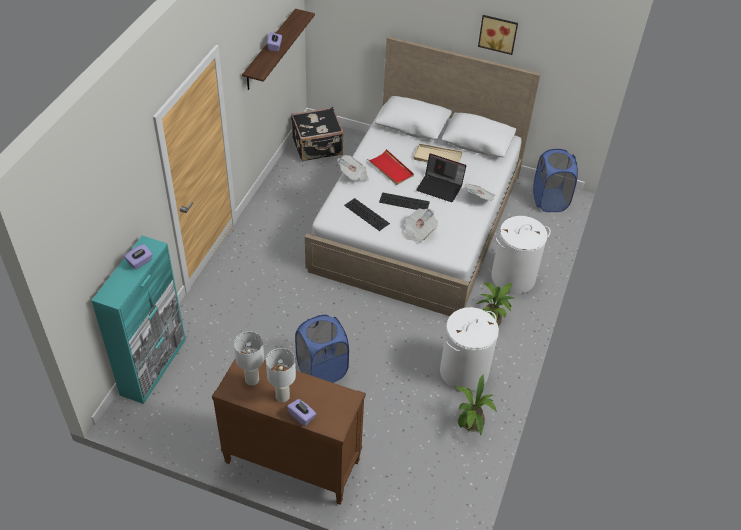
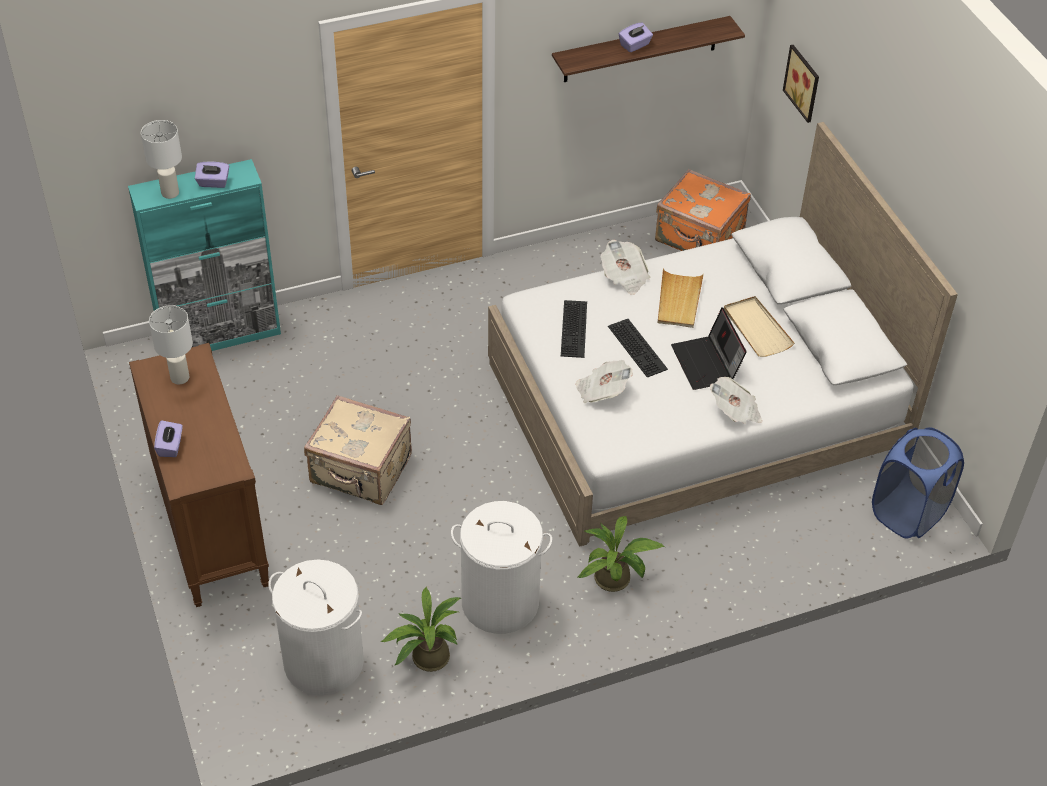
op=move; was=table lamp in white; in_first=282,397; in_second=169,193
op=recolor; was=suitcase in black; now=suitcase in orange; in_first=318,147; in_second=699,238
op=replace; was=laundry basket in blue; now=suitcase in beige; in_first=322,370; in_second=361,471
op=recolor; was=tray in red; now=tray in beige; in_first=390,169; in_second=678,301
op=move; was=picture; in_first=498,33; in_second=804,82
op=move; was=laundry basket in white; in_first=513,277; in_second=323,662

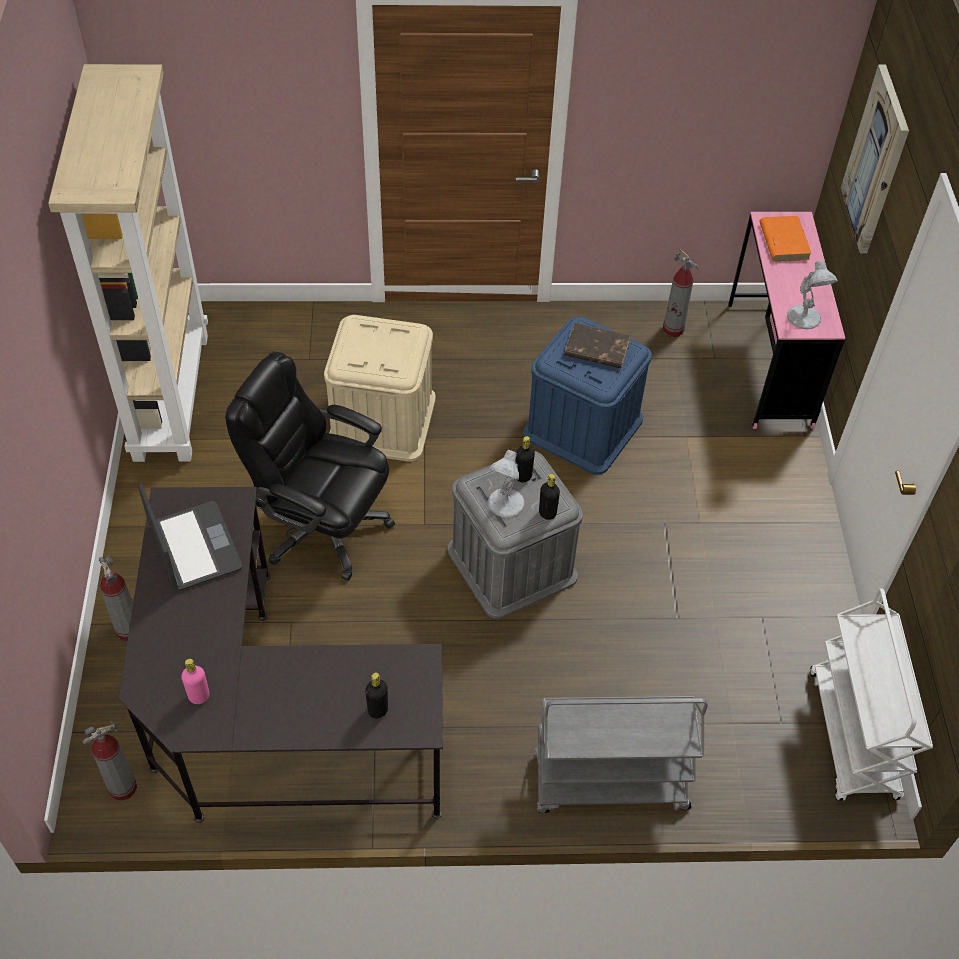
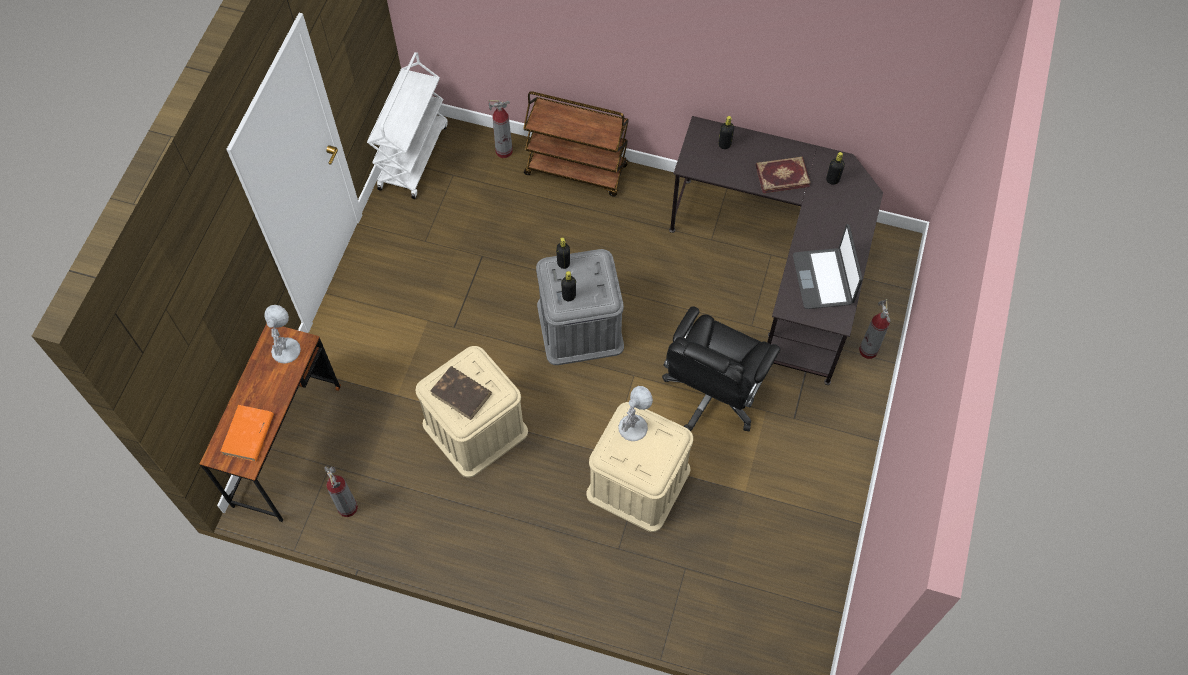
op=delete; was=bookcase in beige; in_first=170,395
op=move; was=fire extinguisher; in_first=122,788; in_second=504,151
op=recolor; was=bottle in pink; now=bottle in black; in_first=199,696; in_second=832,180
op=rotate; was=office chair in black; in_first=322,526; in_second=712,395; clockwise=75
op=move; was=table lamp in white; in_first=505,504; in_second=634,426
op=recolor; was=storage box in blue; now=storage box in beige; in_first=583,426; in_second=475,428
op=recolor; was=cart in grey; now=cart in brown; in_first=609,783; in_second=577,170
op=recolor; was=desk in pink; now=desk in brown; in_first=769,364; in_second=287,445
op=delete; was=picture; in_first=876,161
op=insert; now=book; in_second=782,175

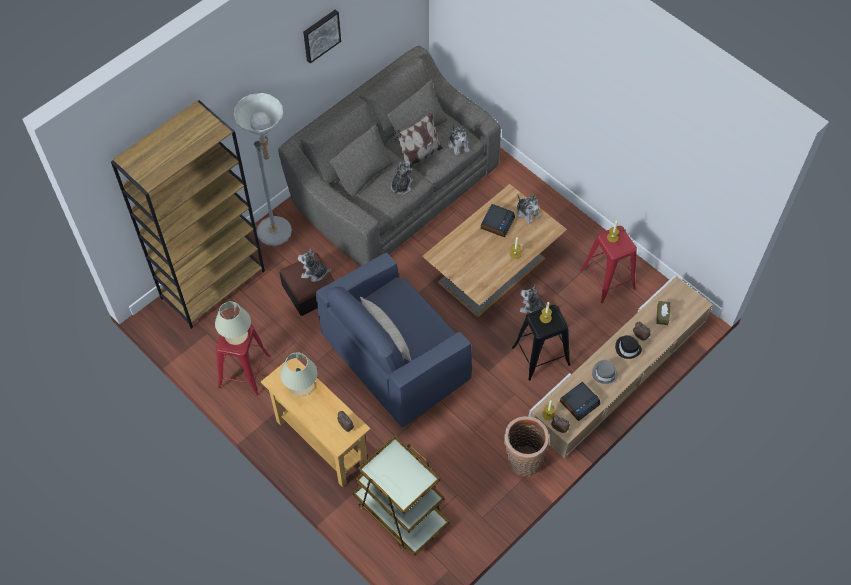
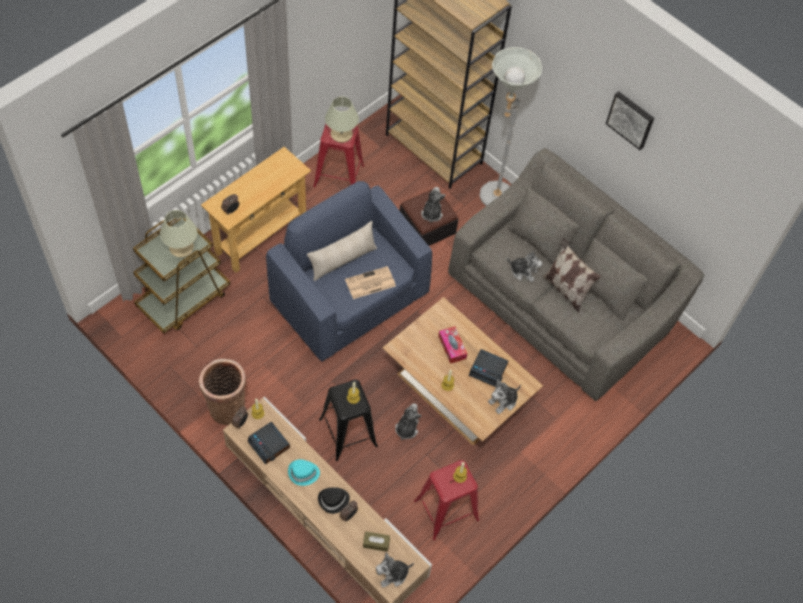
op=move; was=table lamp in beige; in_first=301,386; in_second=181,248
op=move; was=plush toy; in_first=458,145; in_second=392,574
op=recolor; was=hat in grey; now=hat in turquoise; in_first=604,373; in_second=303,473
op=insert; now=newspaper; in_second=369,283
op=insert; now=tissue box; in_second=452,347

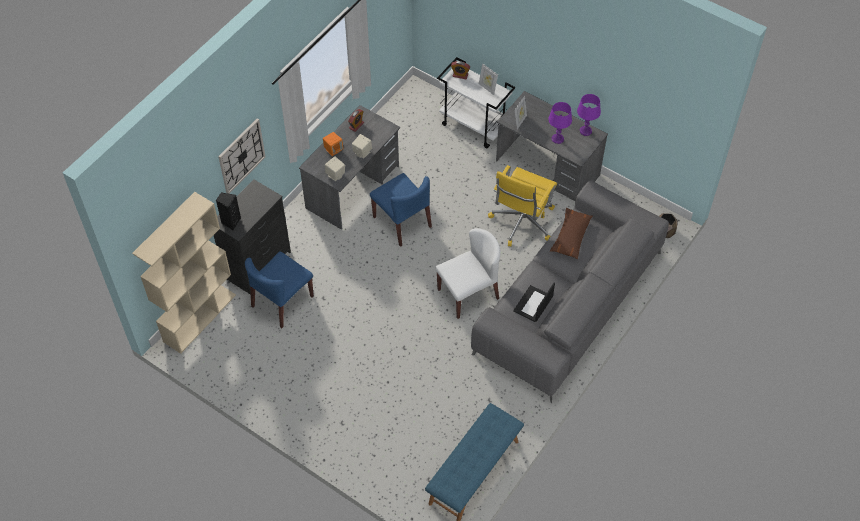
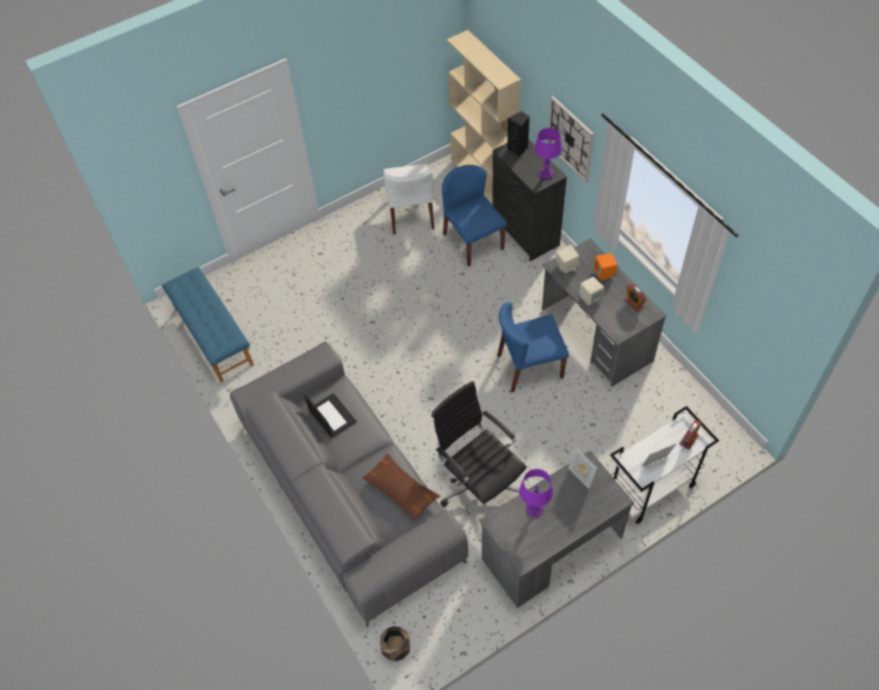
op=move; was=chair in white; in_first=468,293; in_second=411,214
op=recolor; was=office chair in yellow; now=office chair in black; in_first=521,222; in_second=479,485
op=move; was=table lamp in purple; in_first=585,131; in_second=546,174

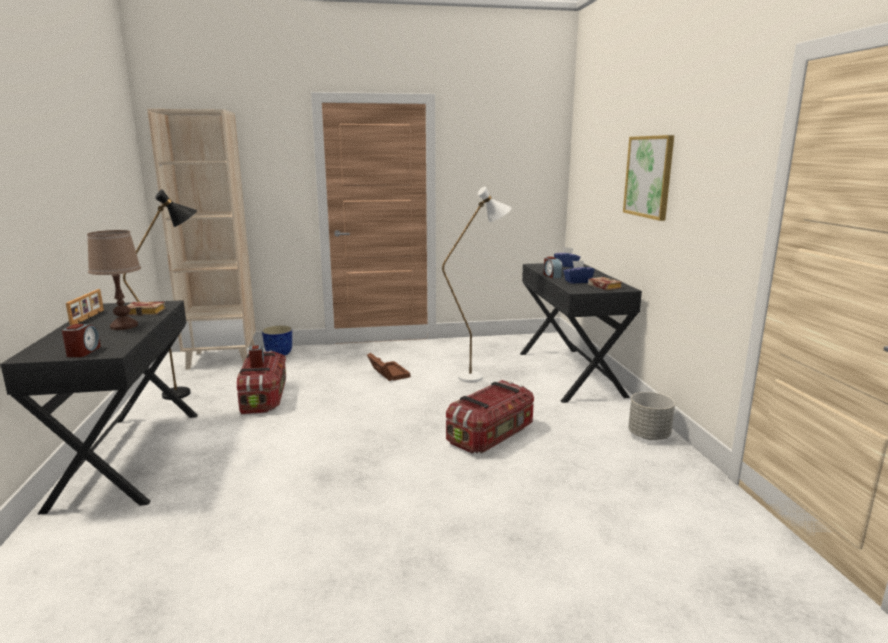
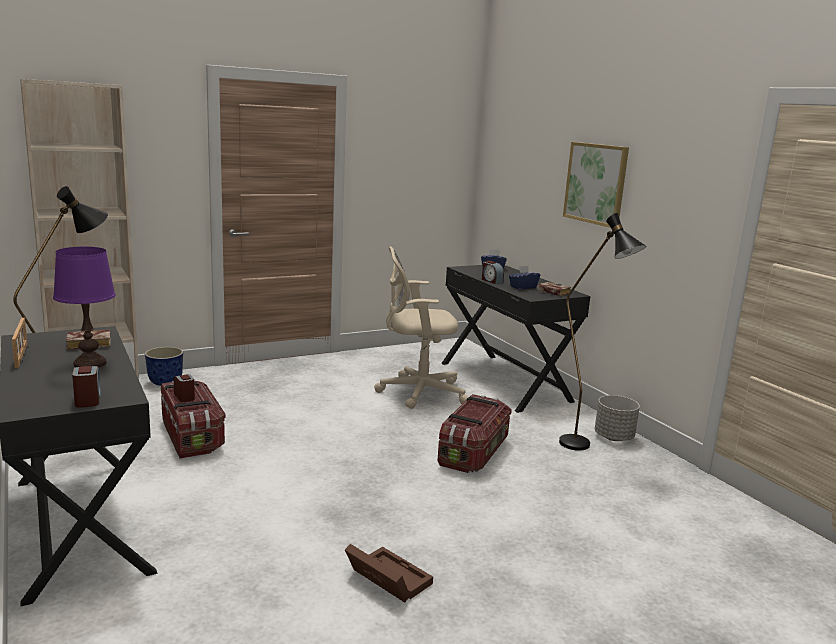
op=recolor; was=table lamp in brown; now=table lamp in purple; in_first=124,326; in_second=90,364
op=move; was=storage box in brown; in_first=387,373; in_second=386,579
op=replace; was=floor lamp in white; now=office chair in beige; in_first=479,377; in_second=417,392
op=insert; now=floor lamp in black; in_second=583,448

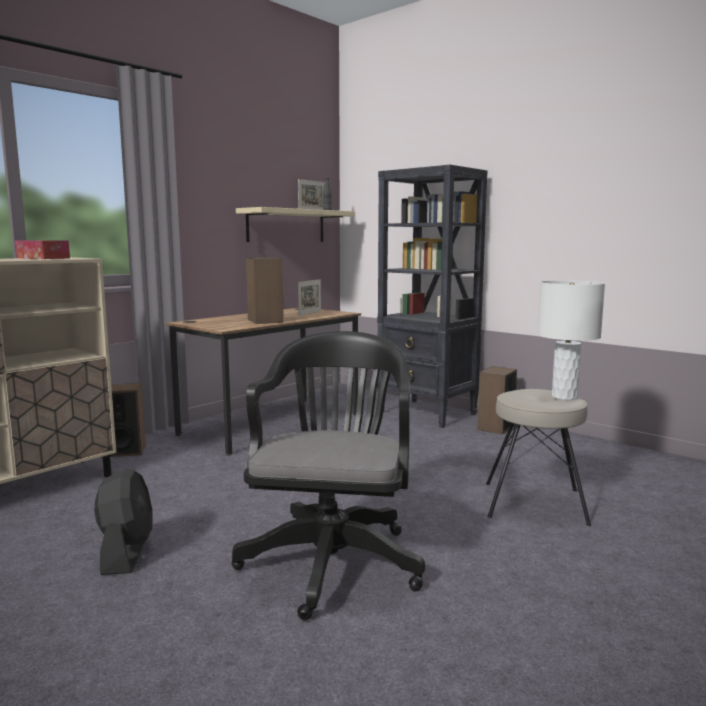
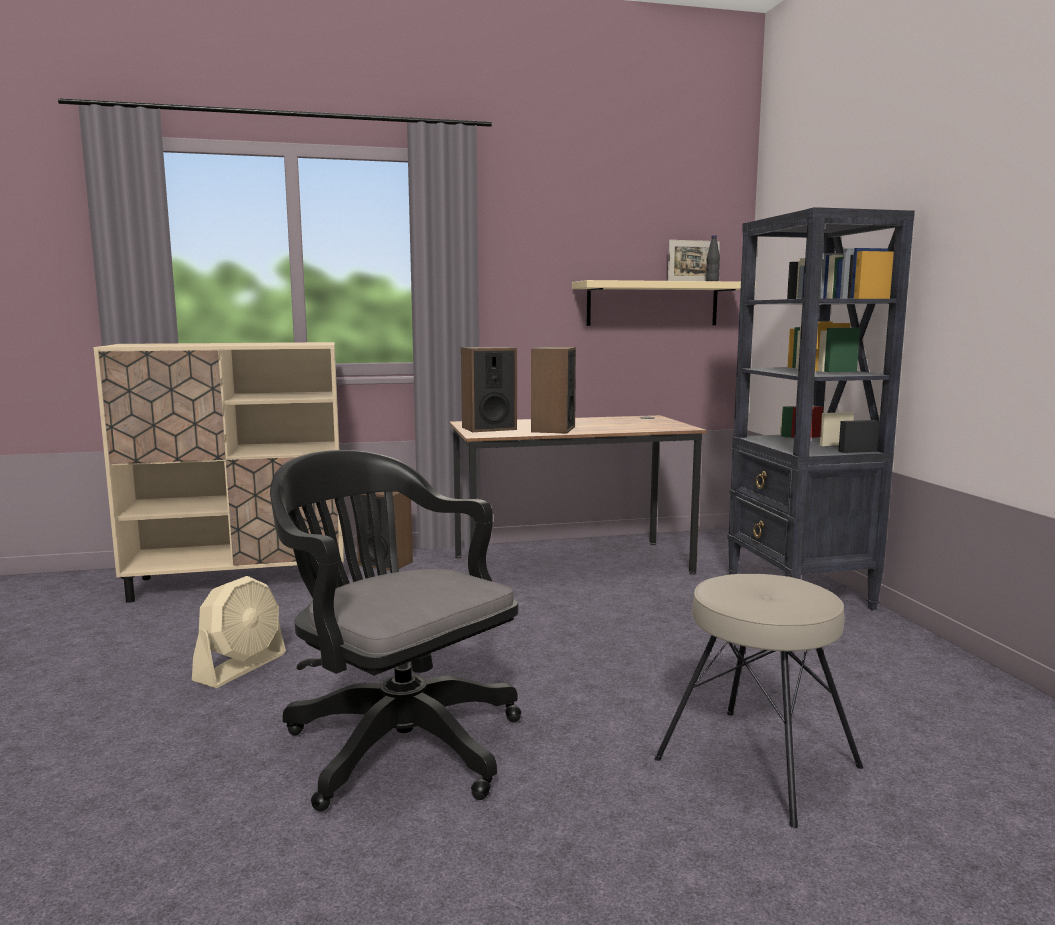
op=delete; was=tissue box; in_first=43,258
op=recolor; was=fan in black; now=fan in beige; in_first=126,552; in_second=241,667
op=rotate; was=office chair in black; in_first=333,558; in_second=396,741; clockwise=-90
op=delete; was=picture frame; in_first=310,313
op=move; was=speaker; in_first=495,427; in_second=488,428
op=delete; was=table lamp in white; in_first=564,397

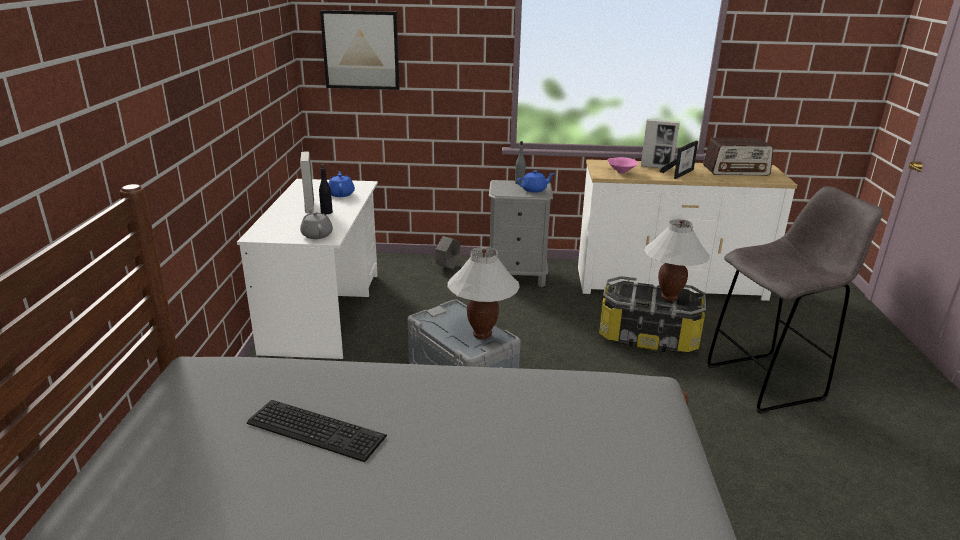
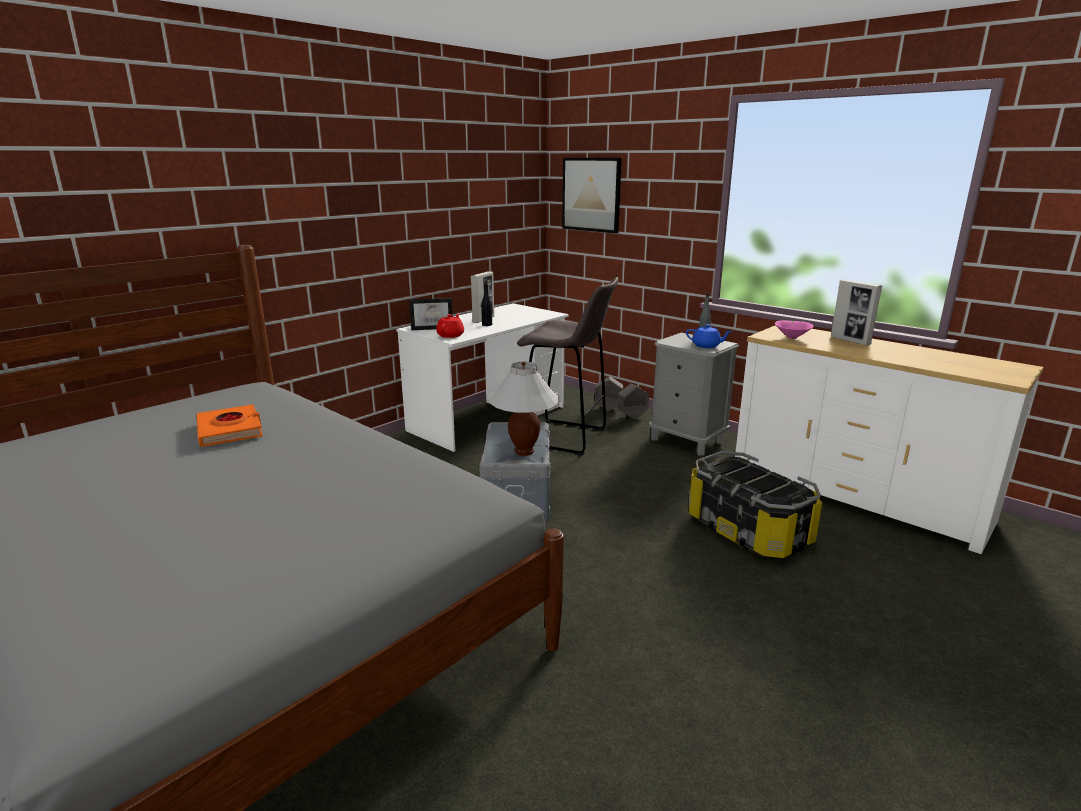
op=replace; was=keyboard; now=book in orange; in_first=316,428; in_second=230,430
op=recolor; was=teapot in grey; now=teapot in red; in_first=317,235; in_second=451,335
op=delete; was=teapot in blue; in_first=341,194
op=delete; was=table lamp in white; in_first=669,297
op=move; was=picture frame; in_first=680,173; in_second=433,328
op=delete; was=radio; in_first=736,170
op=move; was=stool in grey; in_first=767,382; in_second=567,437
op=insert; now=planter in grey; in_second=608,409

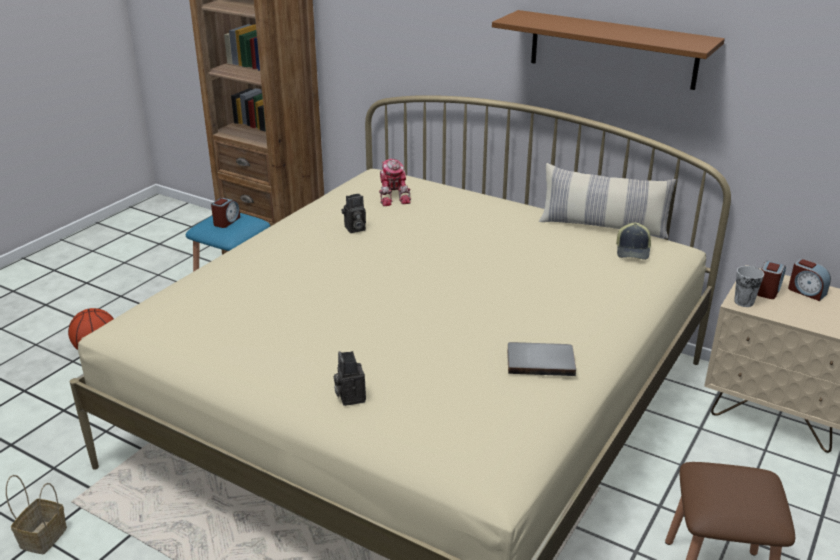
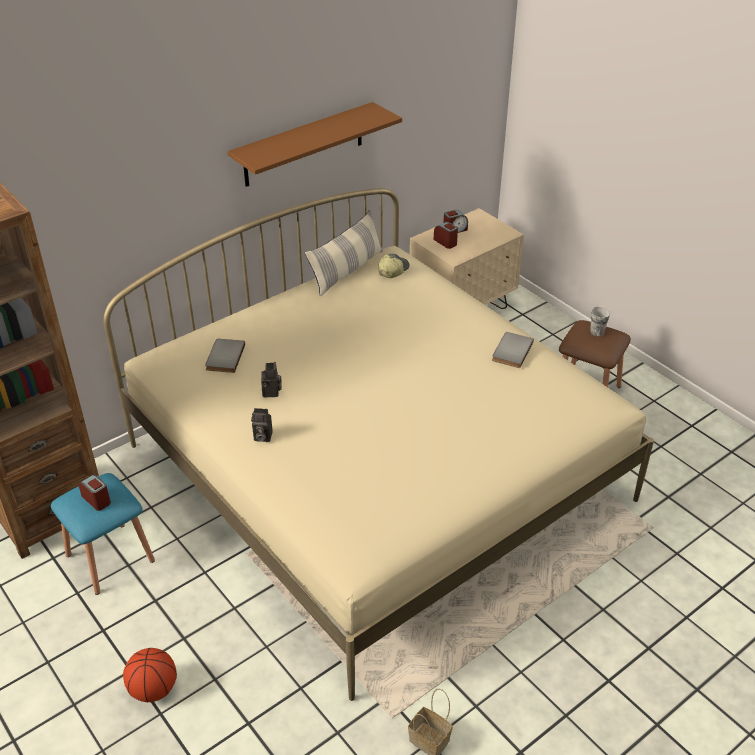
op=move; was=photo camera; in_first=350,396; in_second=261,437
op=replace; was=toy robot; now=book in grey; in_first=393,197; in_second=224,357
op=rotate; was=cap; in_first=633,251; in_second=393,270; clockwise=-90
op=move; was=cup; in_first=744,302; in_second=597,332

